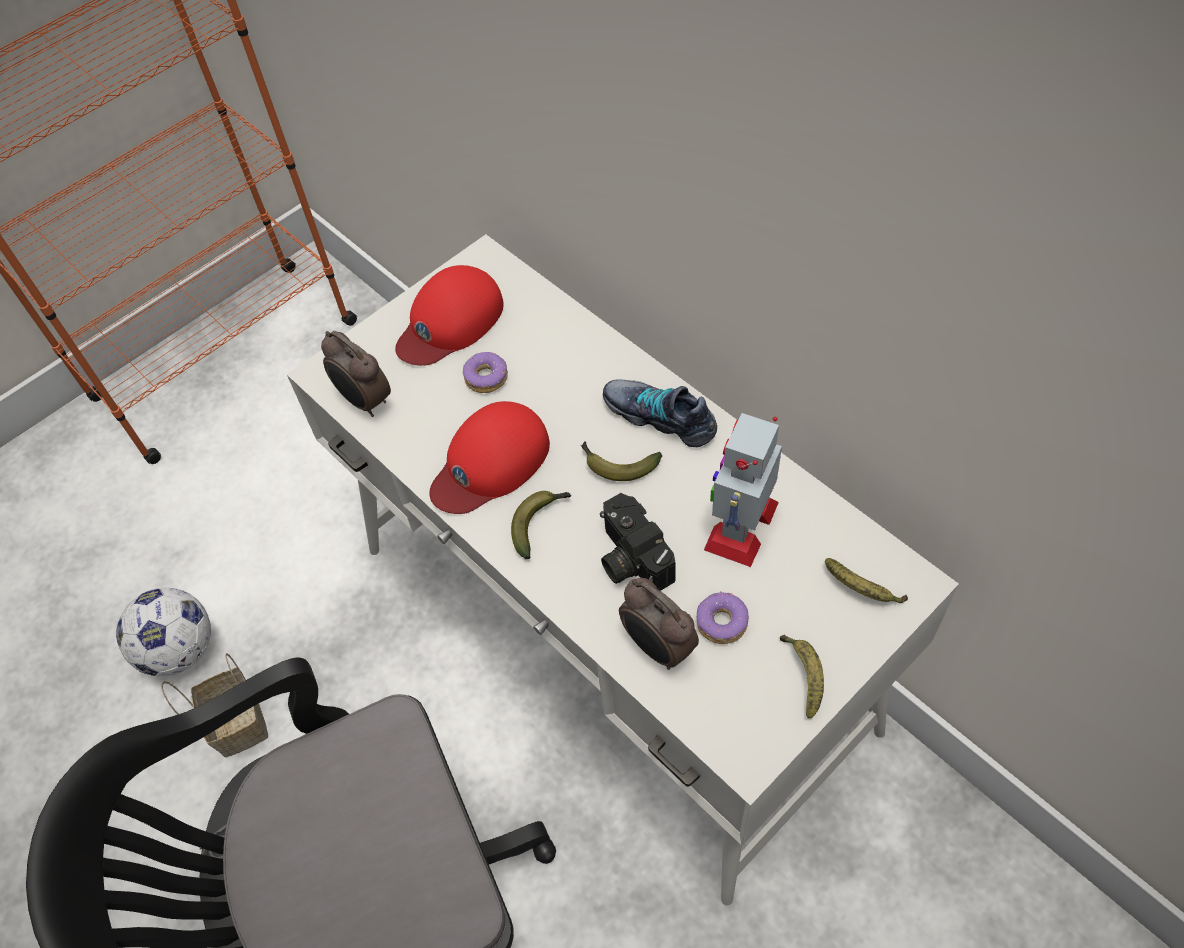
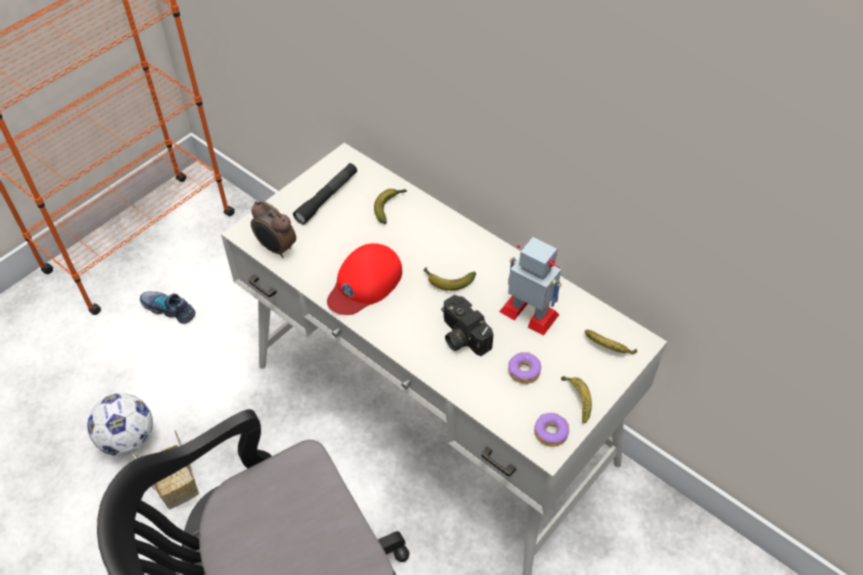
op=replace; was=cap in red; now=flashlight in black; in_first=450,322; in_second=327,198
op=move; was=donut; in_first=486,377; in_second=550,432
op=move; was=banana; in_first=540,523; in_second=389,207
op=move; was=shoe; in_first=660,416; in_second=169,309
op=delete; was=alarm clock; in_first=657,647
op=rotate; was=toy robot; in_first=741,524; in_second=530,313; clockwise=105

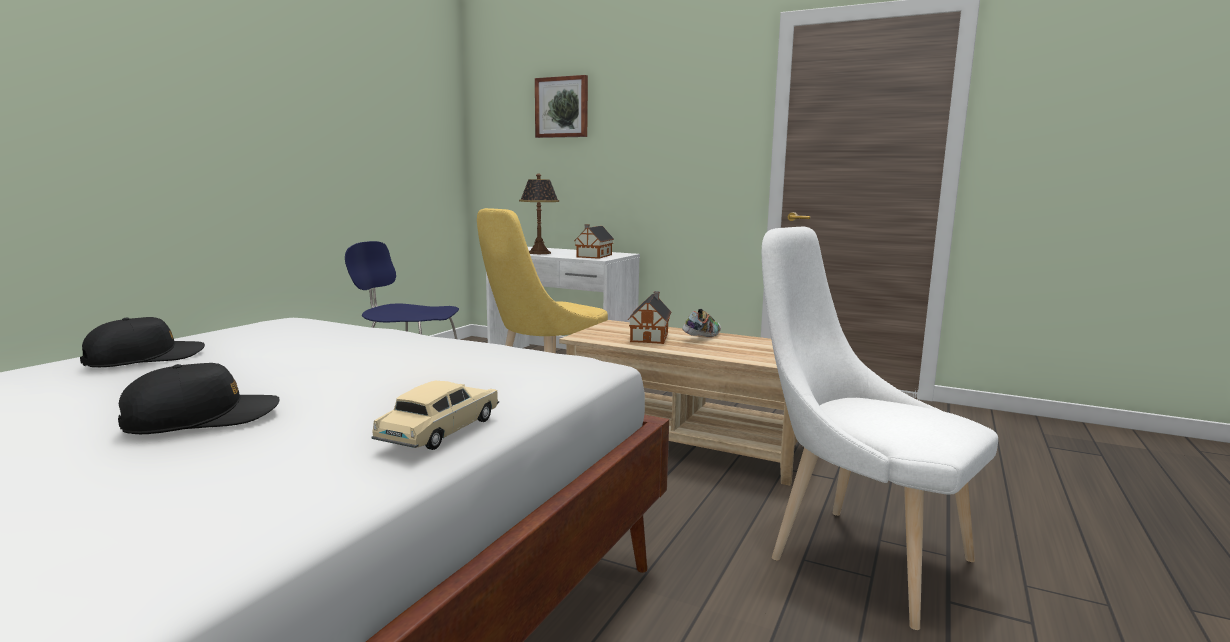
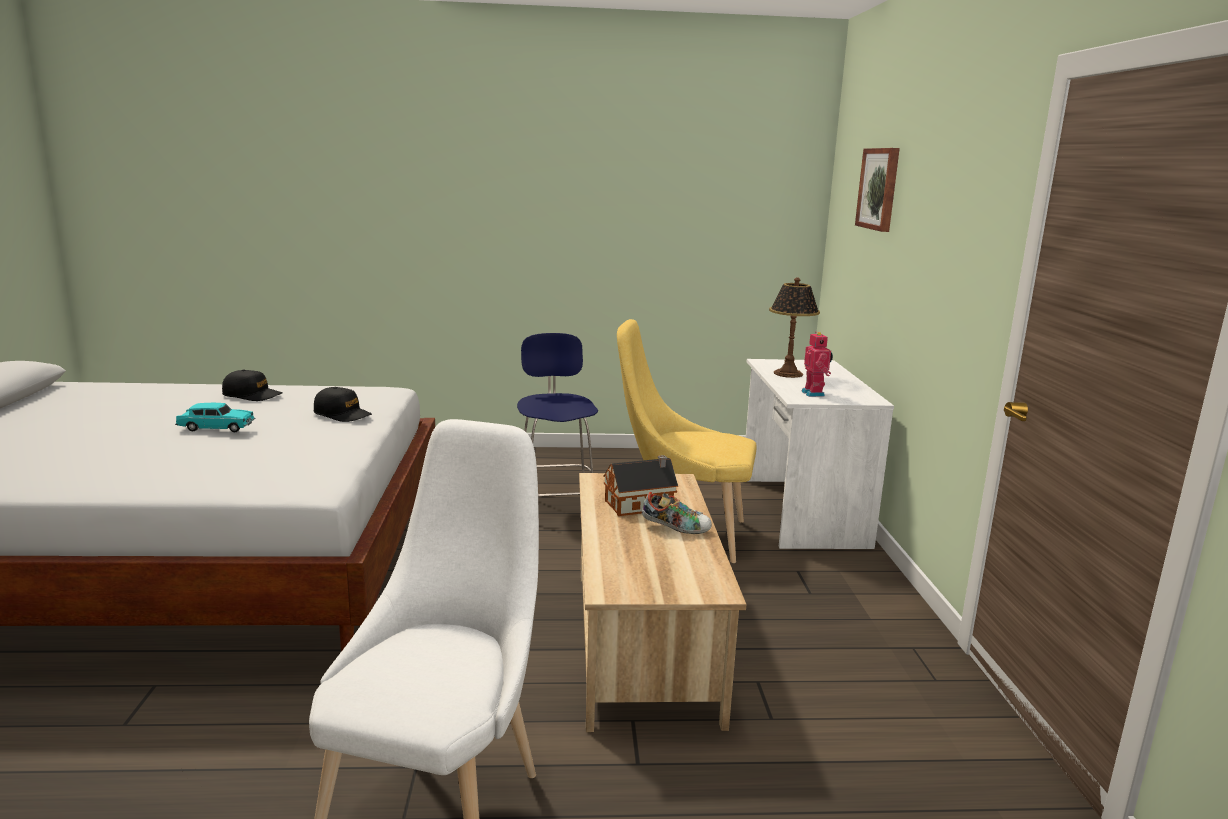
op=move; was=cap in black; in_first=202,418; in_second=343,414
op=delete; was=toy car in beige; in_first=440,432
op=replace; was=toy house; now=toy robot; in_first=593,256; in_second=814,393
op=insert; now=toy car in turquoise; in_second=216,428

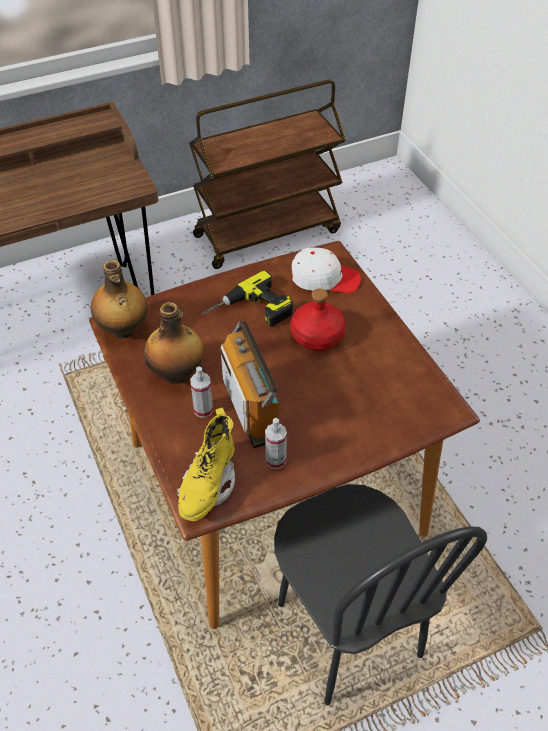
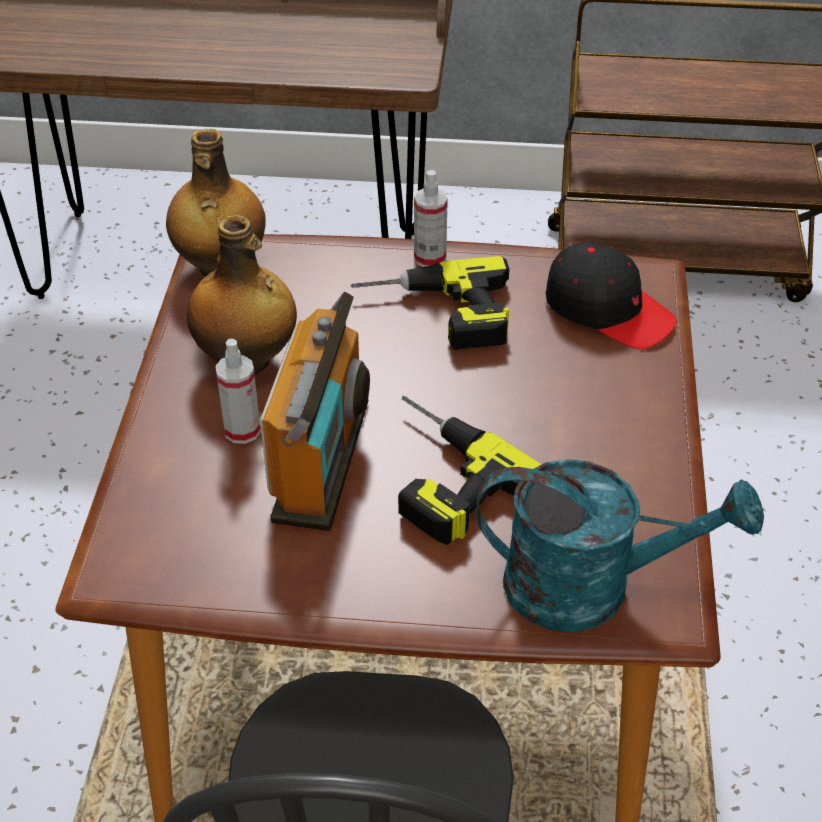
op=delete; was=boot in yellow; in_first=208,486
op=move; was=spray bottle; in_first=275,460; in_second=430,258
op=delete; was=bottle in red; in_first=316,336
op=recolor; was=cap in white; now=cap in black; in_first=325,278; in_second=608,310
op=insert; now=power drill; in_second=437,475
op=insert; now=watering can in turquoise; in_second=590,587

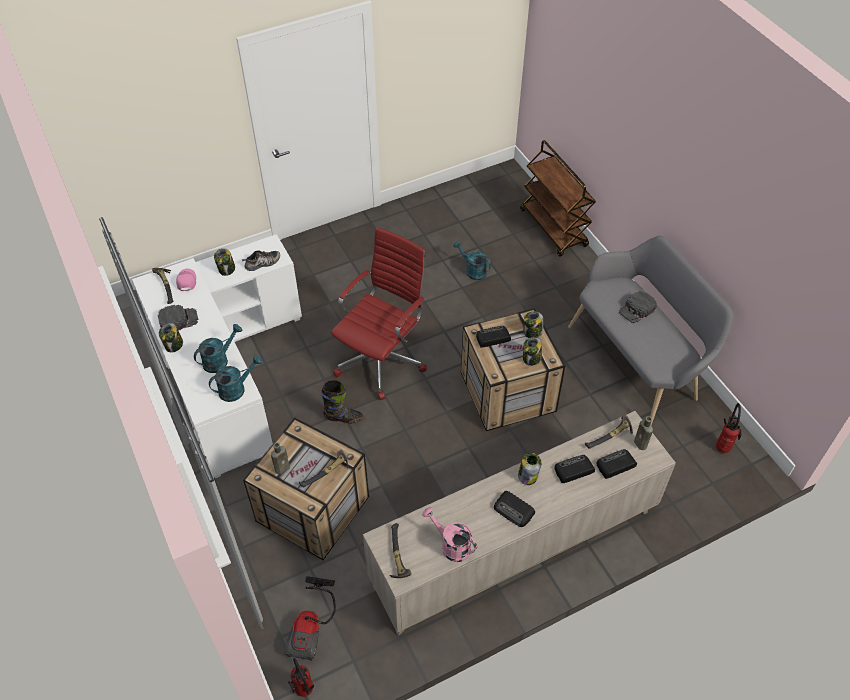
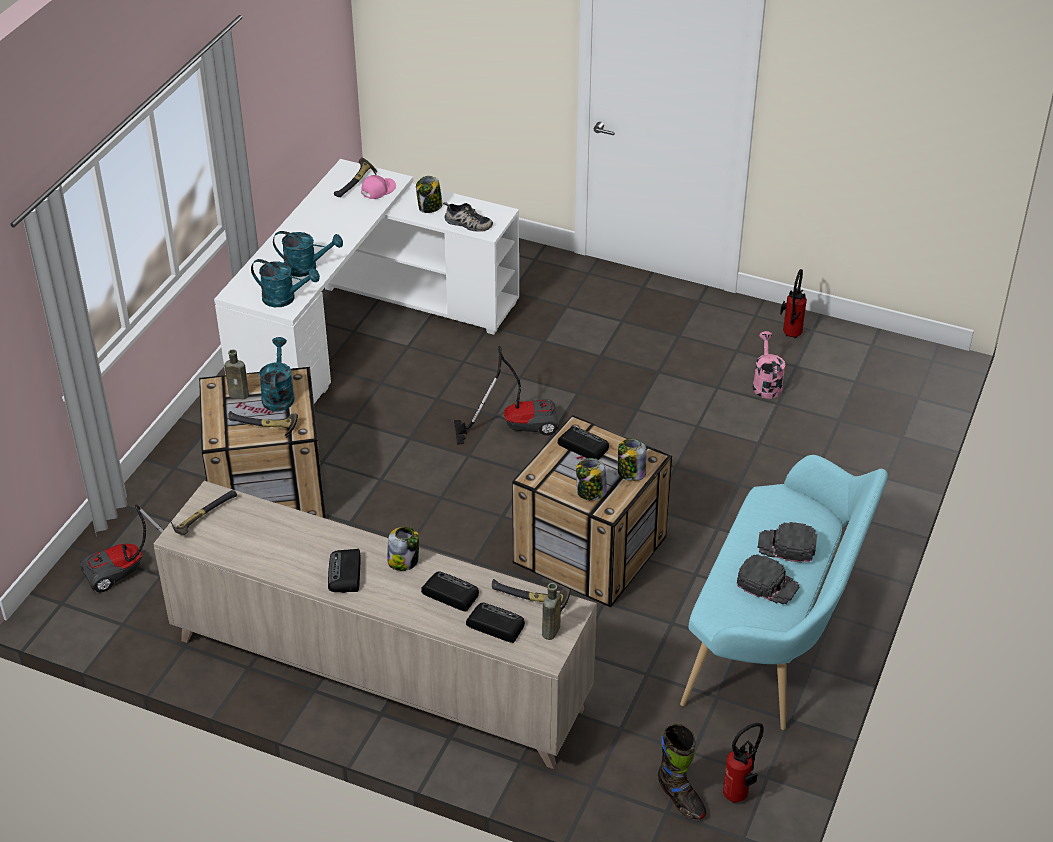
op=move; was=cap in black; in_first=178,320; in_second=767,583
op=delete; was=jar; in_first=173,345
op=move; was=fire extinguisher; in_first=304,692; in_second=790,335
op=move; was=boot in black; in_first=343,418; in_second=680,799
op=replace; was=office chair in red; now=vacuum cleaner; in_first=382,359; in_second=515,425
op=move; was=watering can in pink; in_first=451,545; in_second=766,383
op=move; was=watering can in turquoise; in_first=472,271; in_second=278,395
op=delete; was=cart in brown; in_first=554,228
op=recolor; was=bench in grey; now=bench in turquoise; in_first=638,362; in_second=776,641

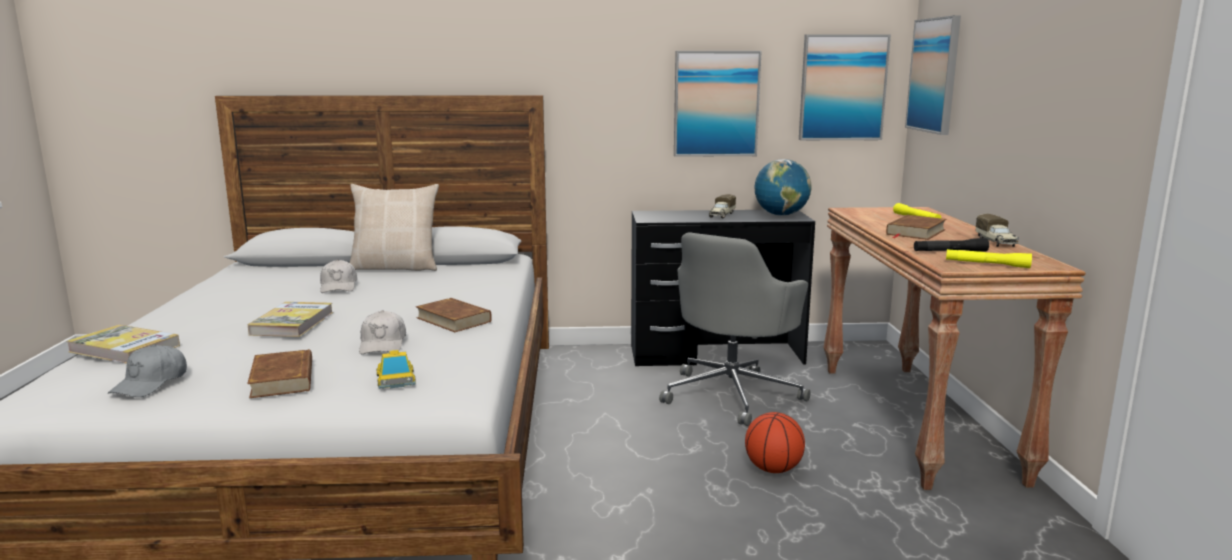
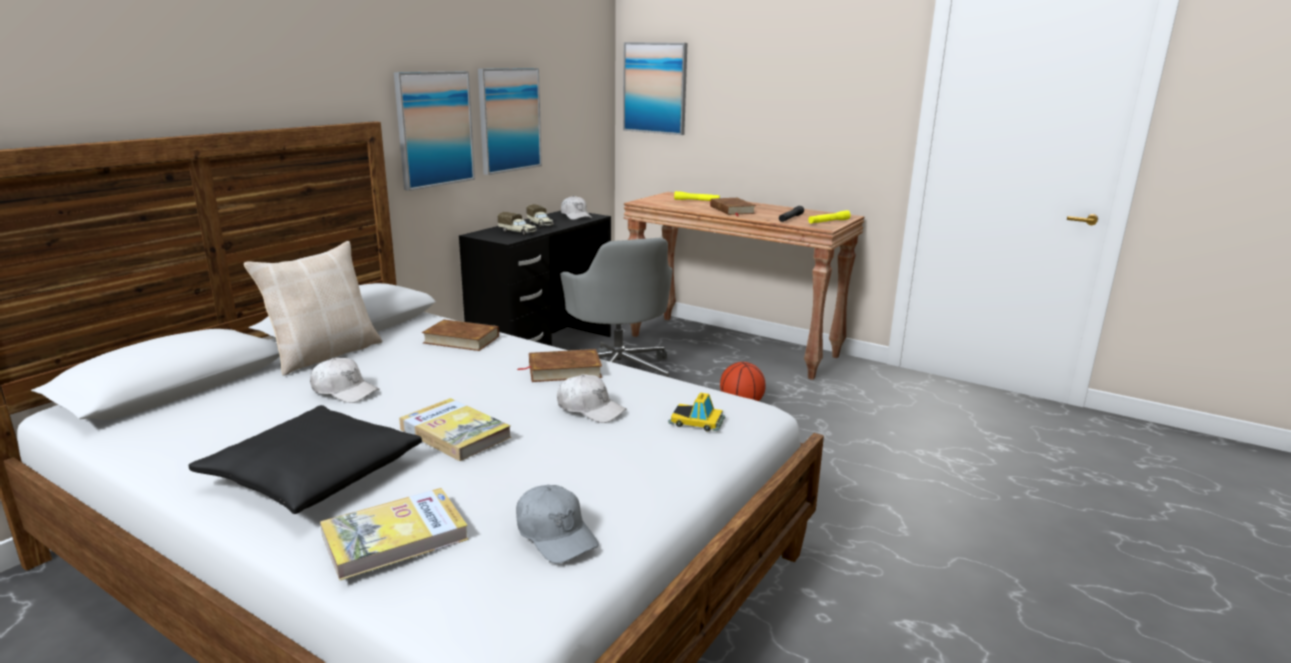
op=move; was=book in brown; in_first=283,379; in_second=461,339
op=replace; was=globe; now=cap in white; in_first=781,215; in_second=576,216
op=move; was=picture; in_first=842,88; in_second=434,129
op=move; was=toy truck; in_first=996,242; in_second=518,232
op=insert; now=pillow in black; in_second=312,474

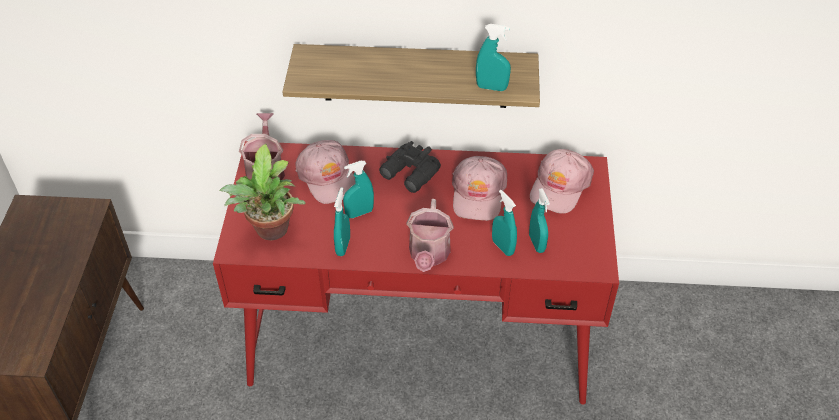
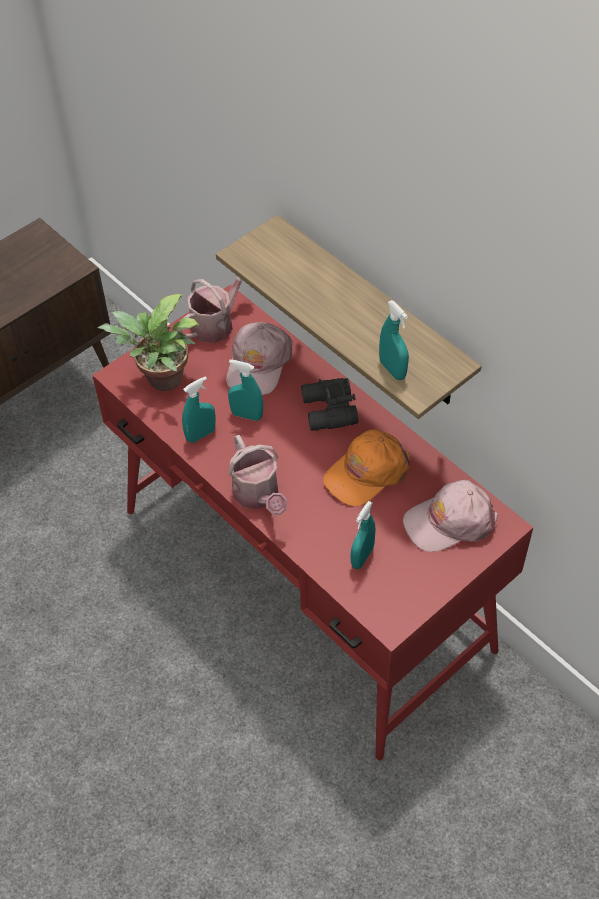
op=rotate; was=watering can; in_first=429,255; in_second=258,495; clockwise=-75
op=recolor; was=cap in pink; now=cap in orange; in_first=478,194; in_second=366,472
op=delete; was=spray bottle in turquoise; in_first=502,247

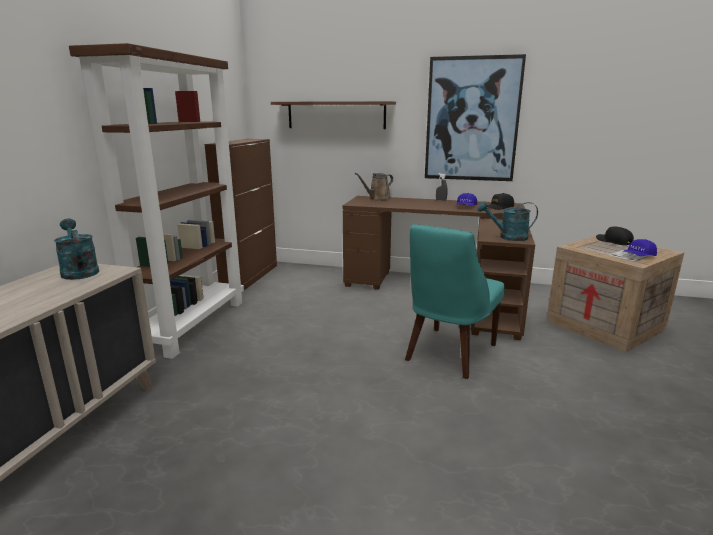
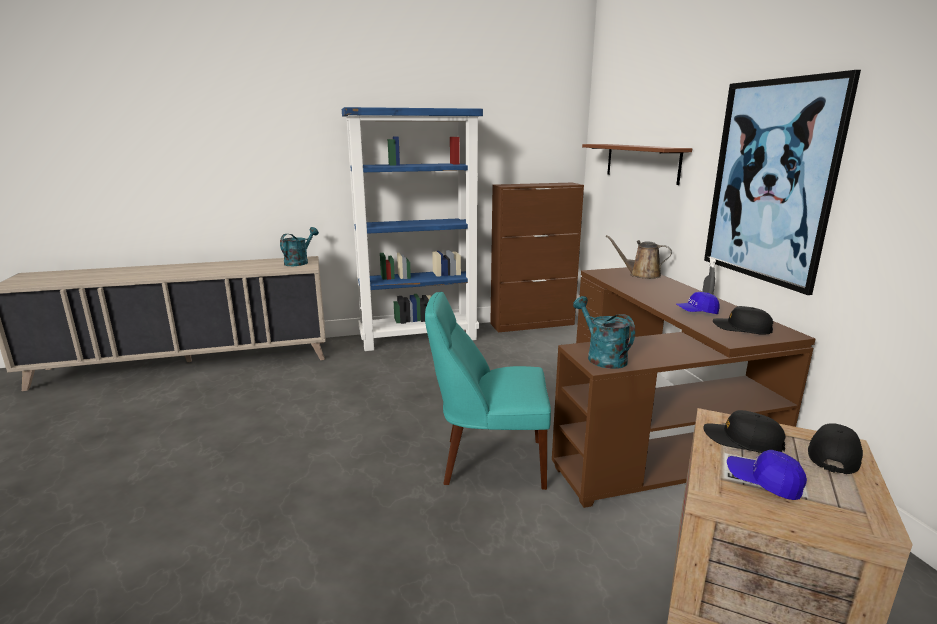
op=recolor; was=bookcase in brown; now=bookcase in blue; in_first=192,324; in_second=419,338
op=insert; now=cap in black; in_second=742,440

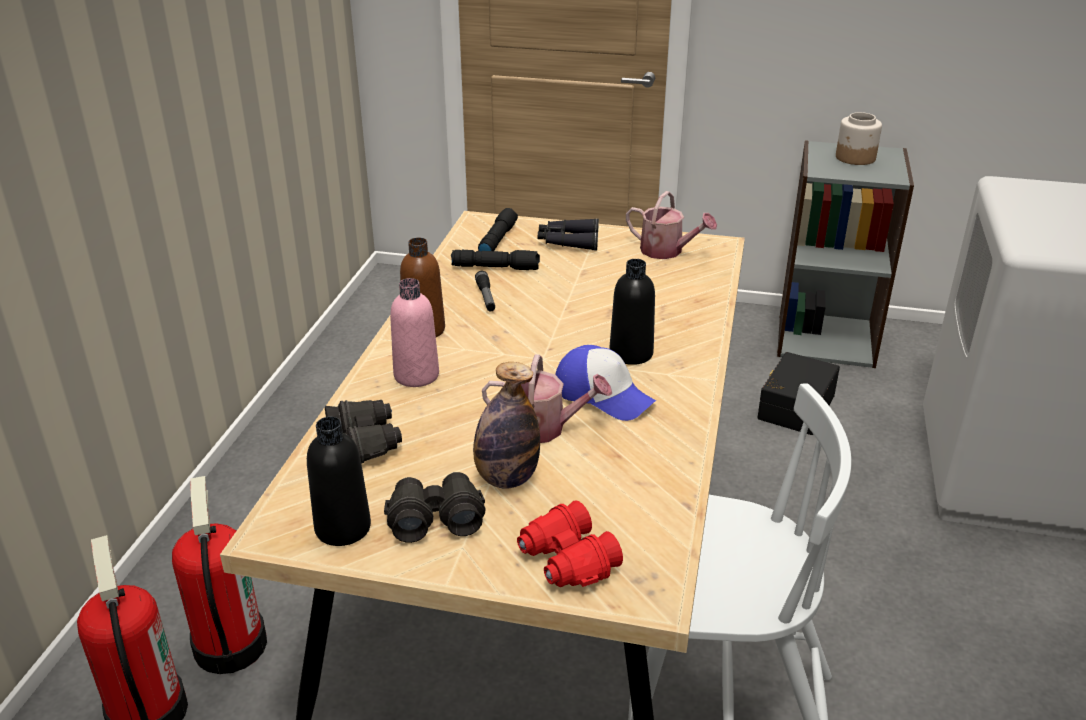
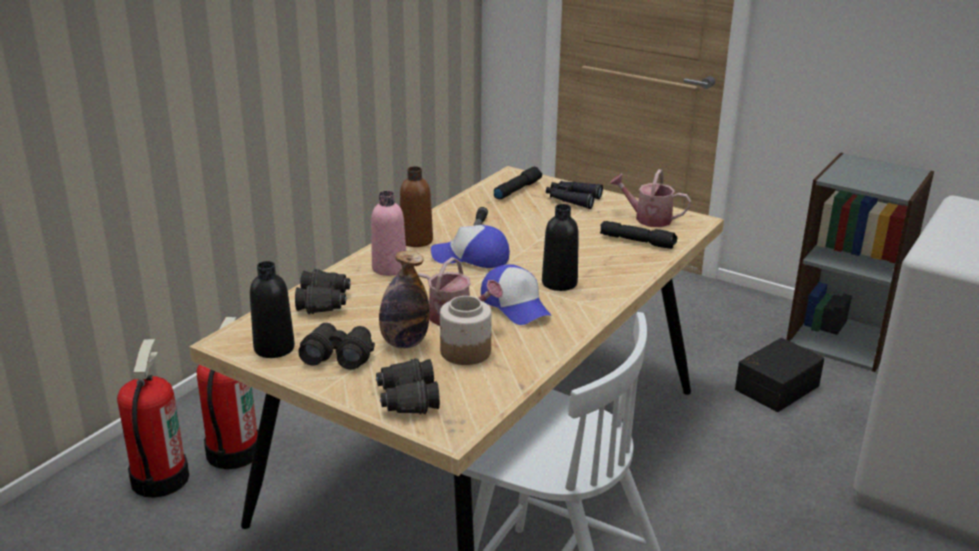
op=move; was=flashlight in black; in_first=496,267; in_second=638,241
op=recolor; was=binoculars in red; now=binoculars in black; in_first=566,561; in_second=407,399
op=rotate; was=watering can; in_first=667,251; in_second=648,218; clockwise=150
op=move; was=jar; in_first=855,158; in_second=465,352
op=insert; now=cap; in_second=471,257

